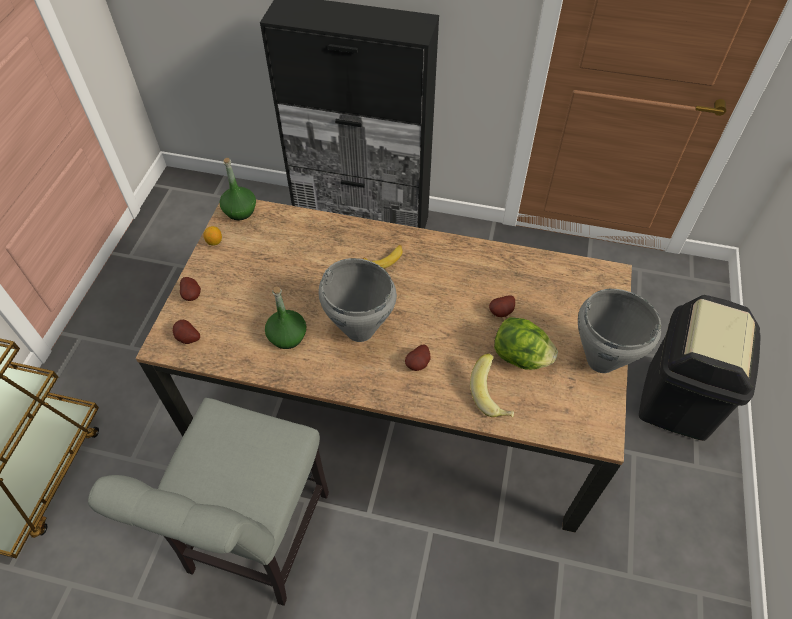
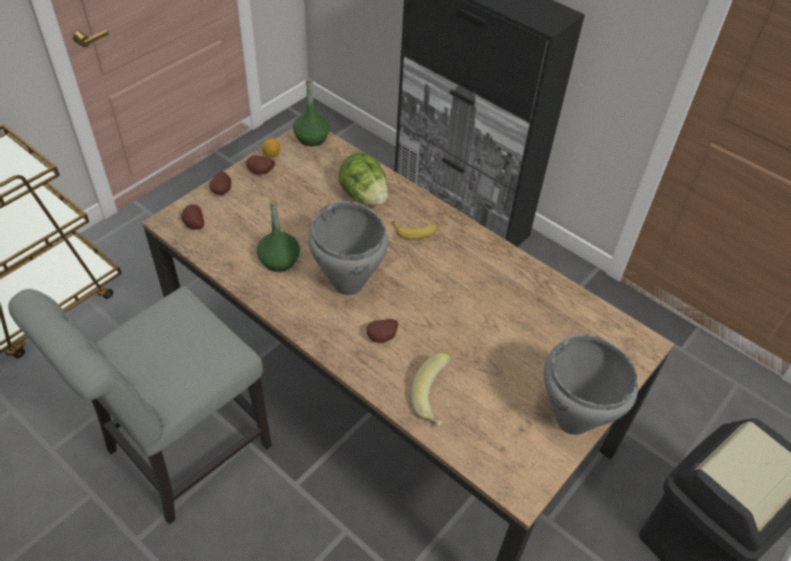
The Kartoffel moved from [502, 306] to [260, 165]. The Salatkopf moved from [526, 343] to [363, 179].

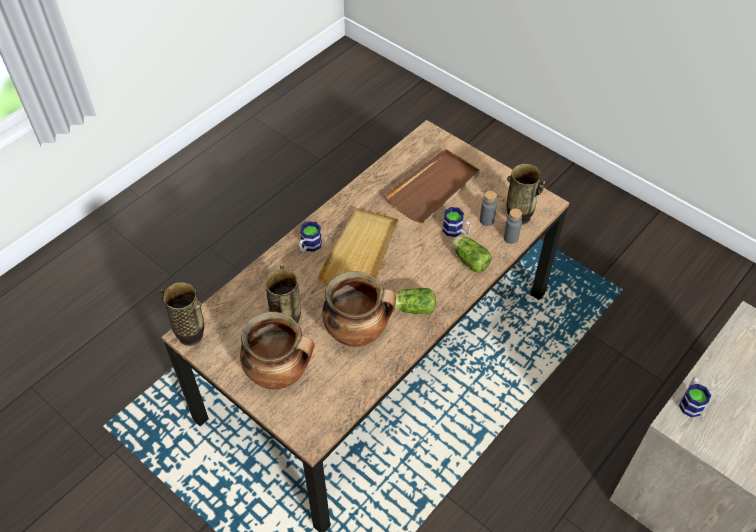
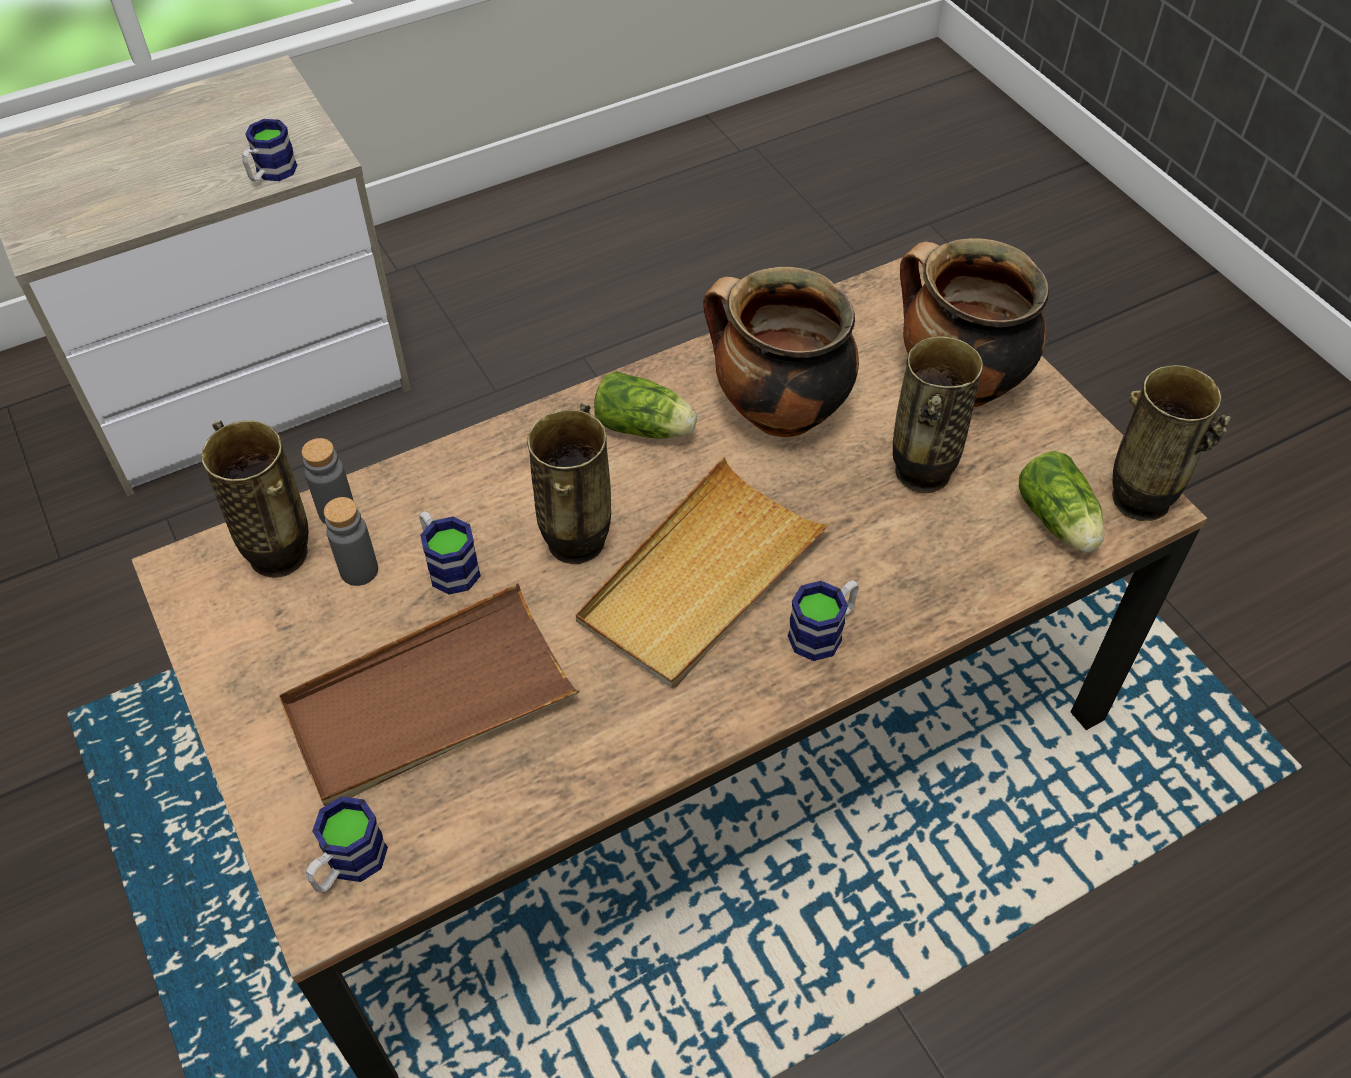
The Salatkopf moved from [472, 254] to [1062, 501]. The Henkelbecher at [347, 844] appeared. The Vase at [569, 483] appeared.

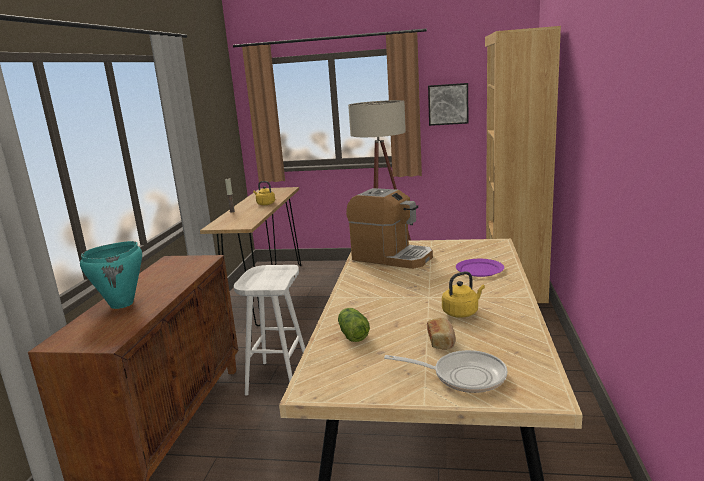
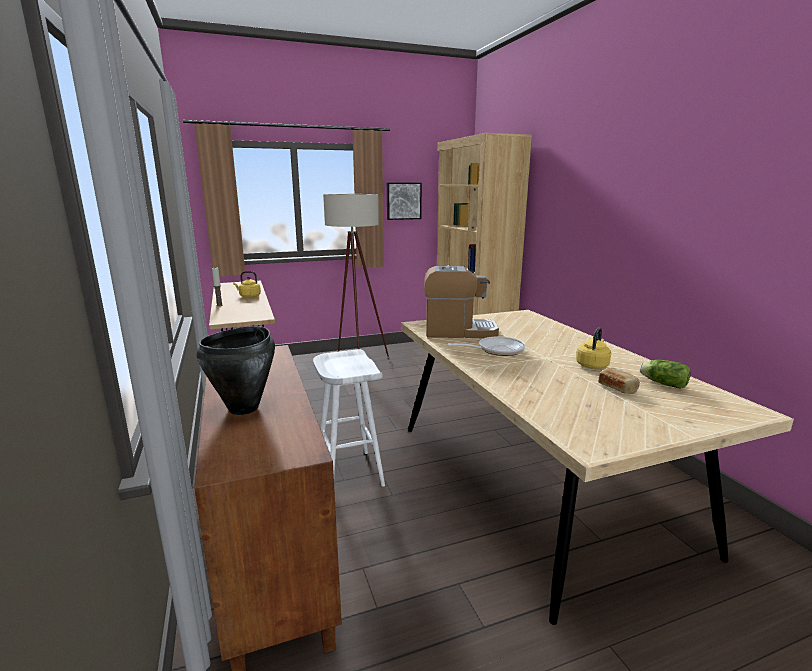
The Kochtopf (türkis) at [111, 275] became the Kochtopf (schwarz) at [236, 370]. The Salatkopf moved from [354, 325] to [665, 374]. The Pfanne moved from [445, 371] to [486, 346]. The Teller (lila) at [480, 268] disappeared.

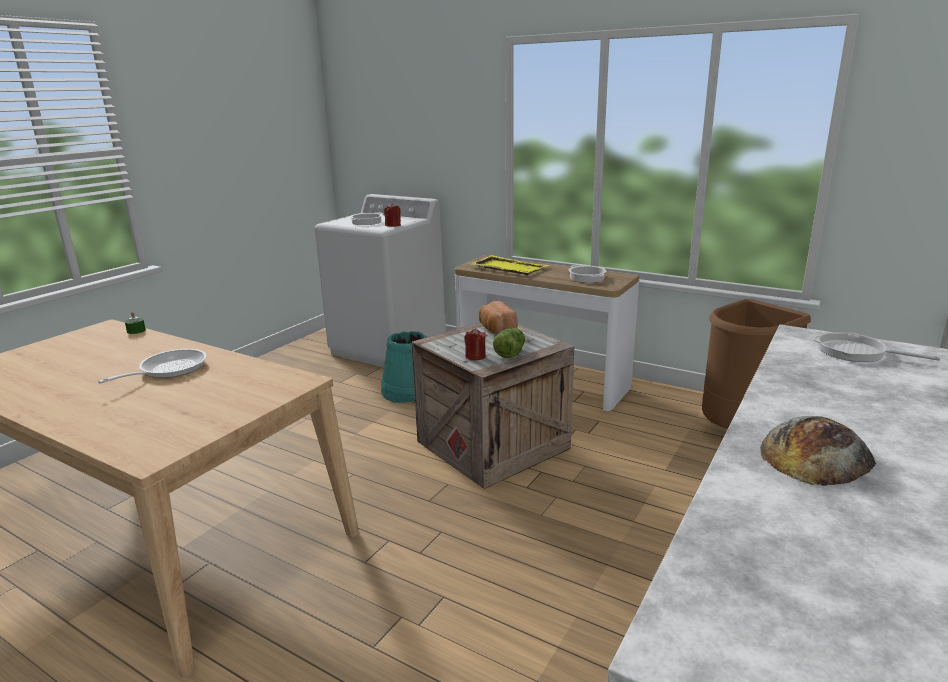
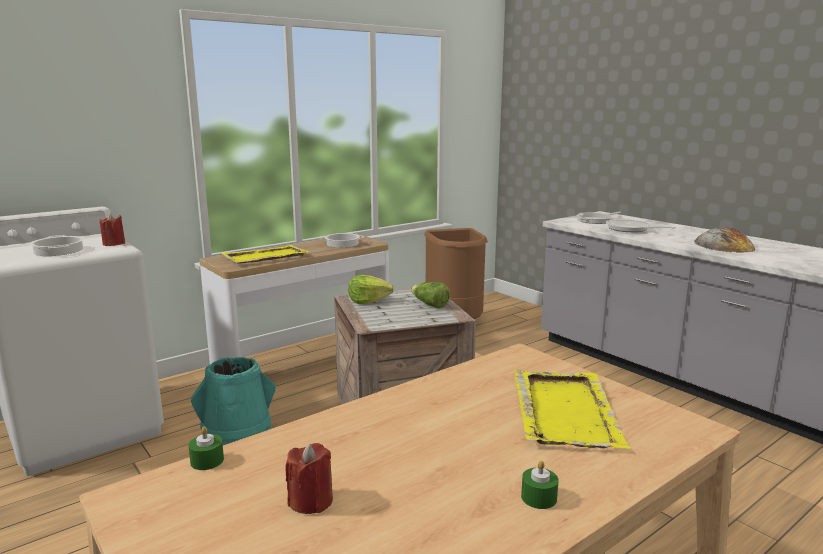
The Pfanne moved from [152, 366] to [641, 225]. The Kerze (rot) moved from [475, 344] to [309, 478]. The Brot at [498, 317] was replaced by the Salatkopf at [371, 289]. The Tablett (gelb) at [572, 409] appeared. The Kerze (grün) at [539, 485] appeared.

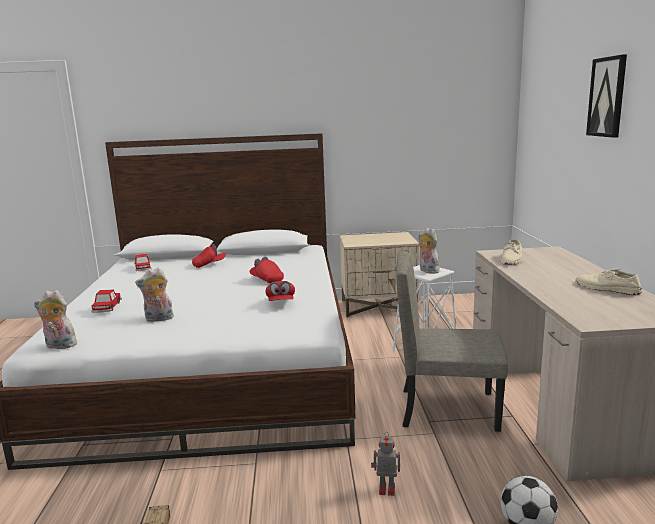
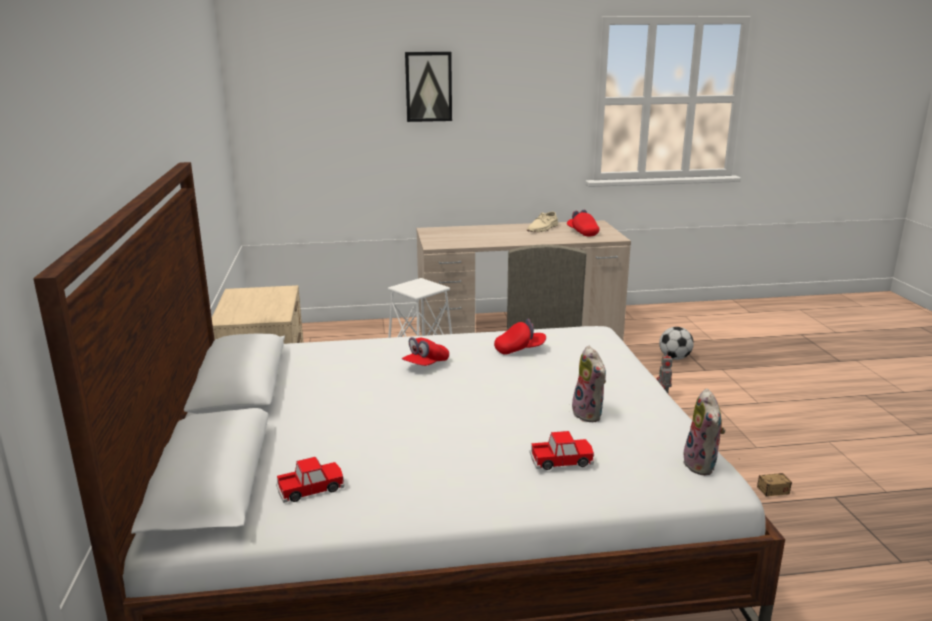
The Kappe (rot) moved from [209, 256] to [583, 223]. The Plüschtier at [429, 251] disappeared. The Schuh (beige) at [511, 252] disappeared.

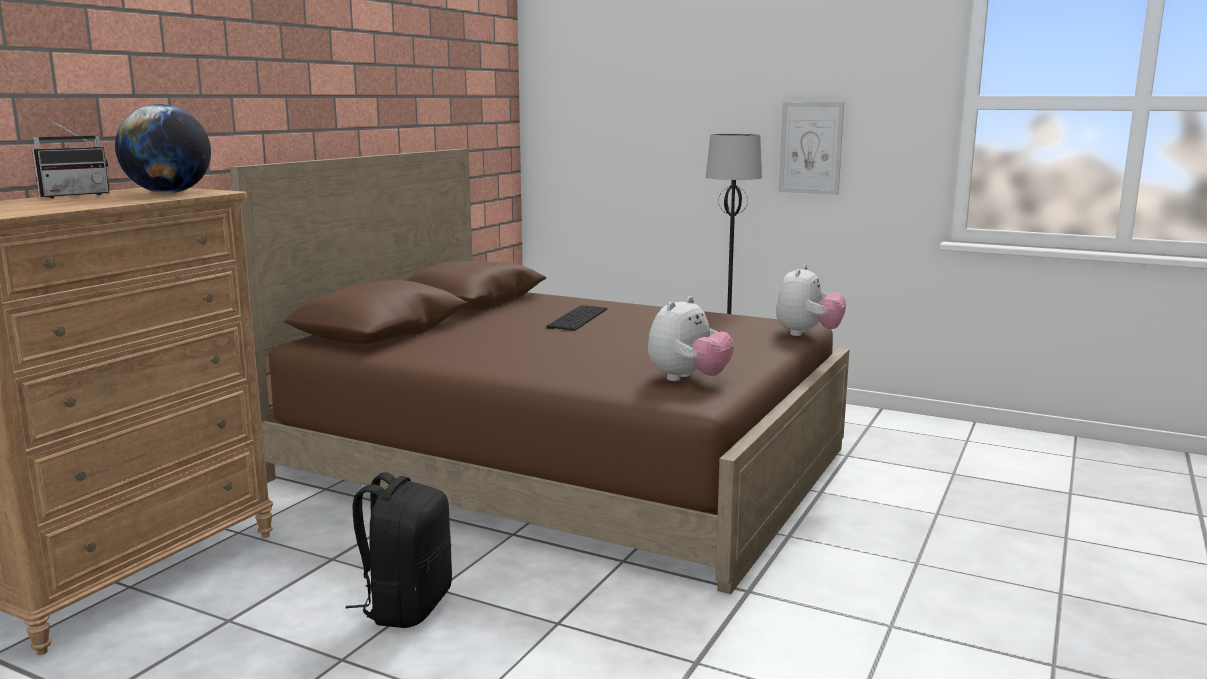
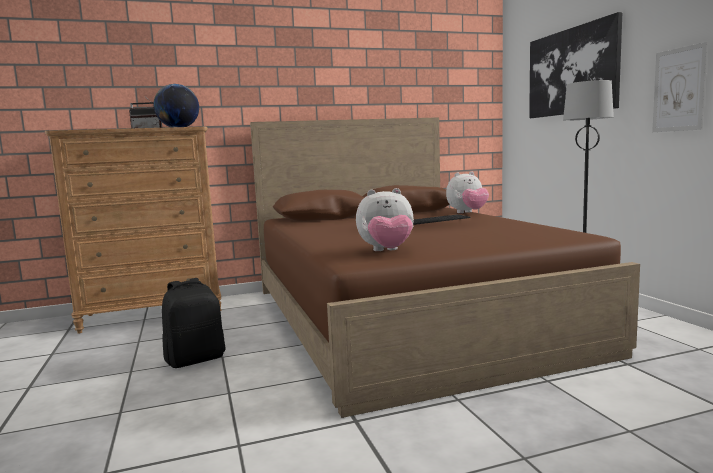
The Plüschtier moved from [811, 300] to [467, 192]. The Bild at [575, 65] appeared.

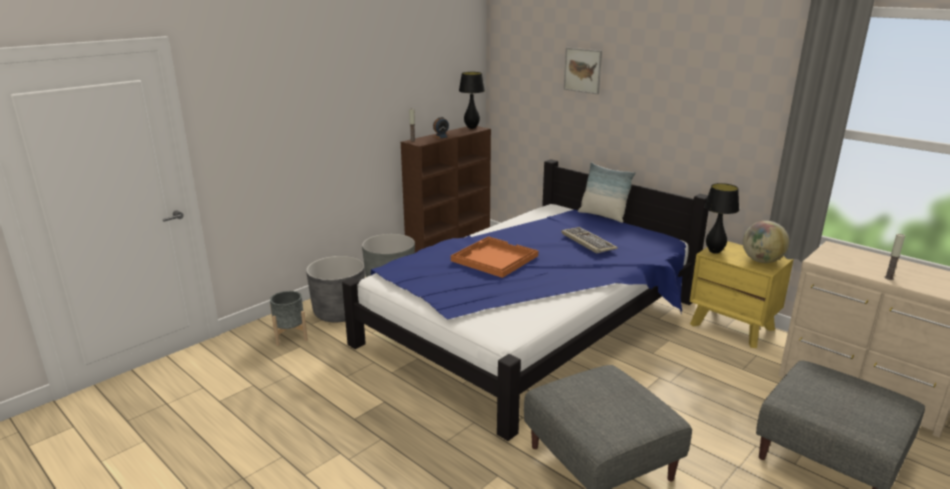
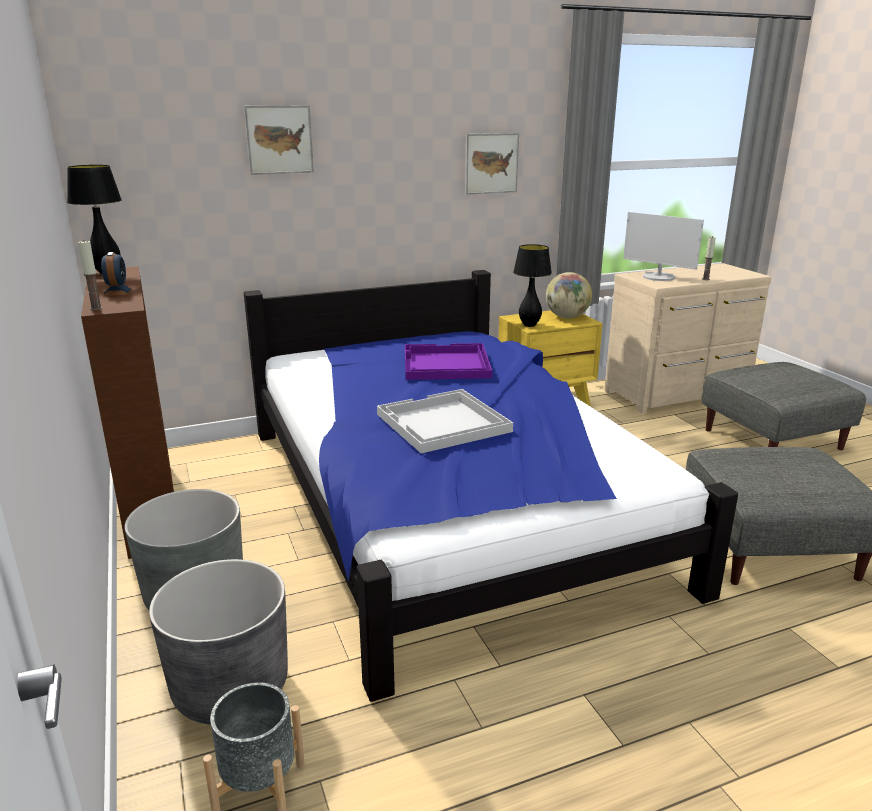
The Tablett (orange) at [494, 257] became the Tablett (weiß) at [445, 421]. The Tastatur at [589, 240] was replaced by the Tablett (lila) at [448, 361]. The Kissen at [607, 192] disappeared. The Bild at [492, 164] appeared. The Monitor at [663, 246] appeared.

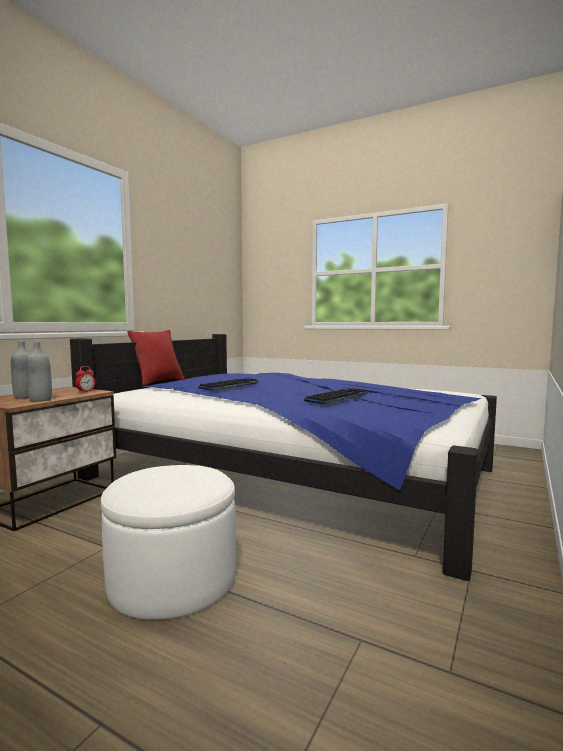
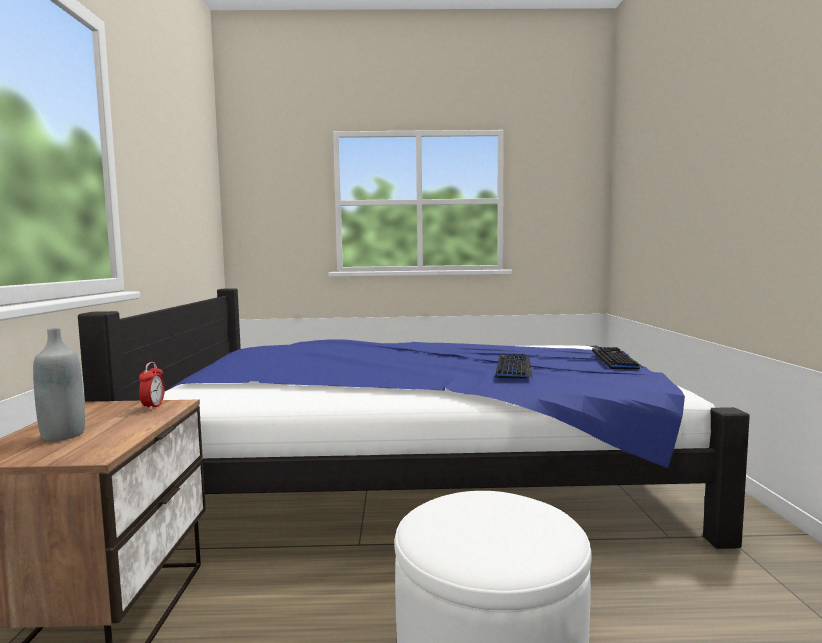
The Flasche (grau) at [39, 372] disappeared. The Kissen (rot) at [155, 358] disappeared. The Tastatur moved from [228, 384] to [618, 358].

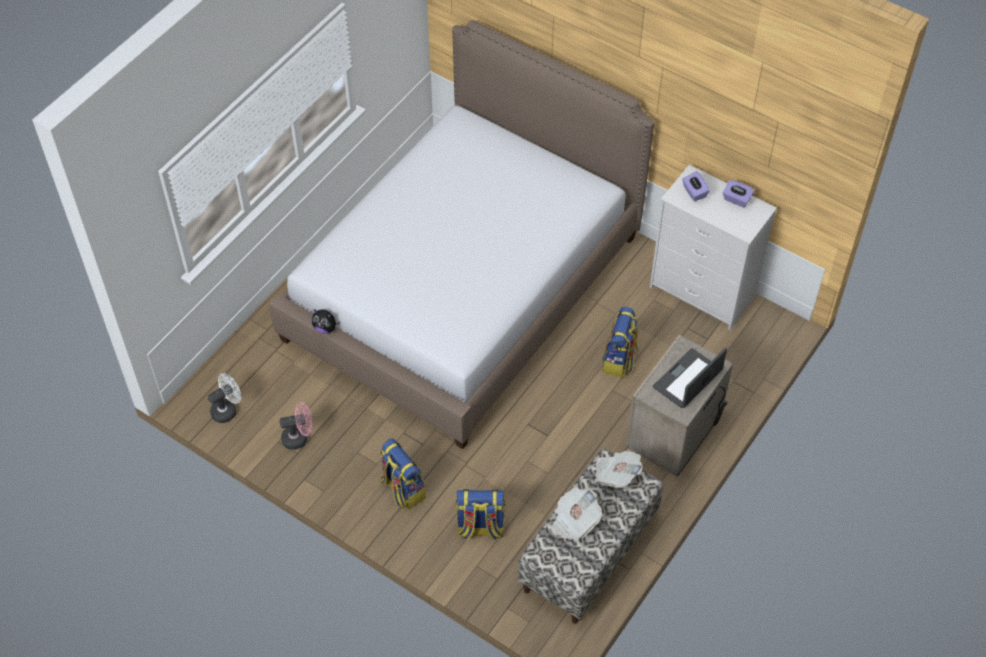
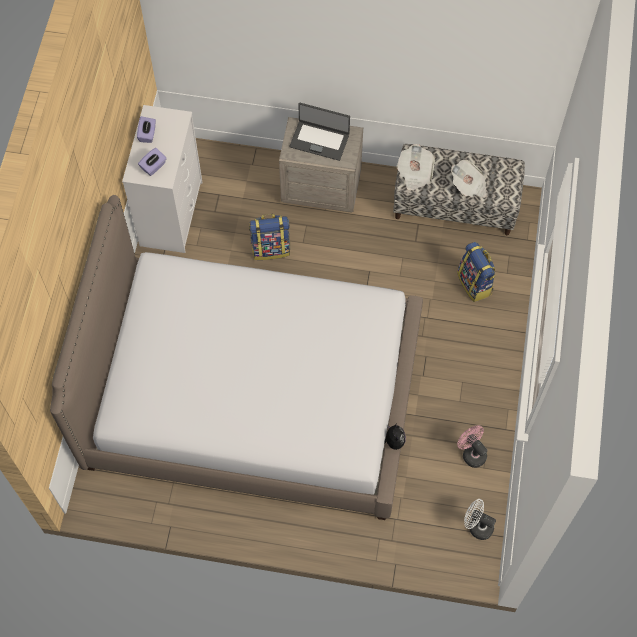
The Rucksack at [403, 474] disappeared.

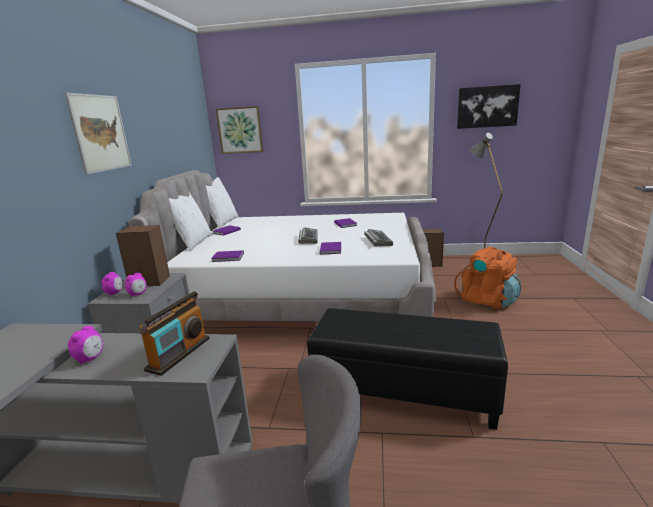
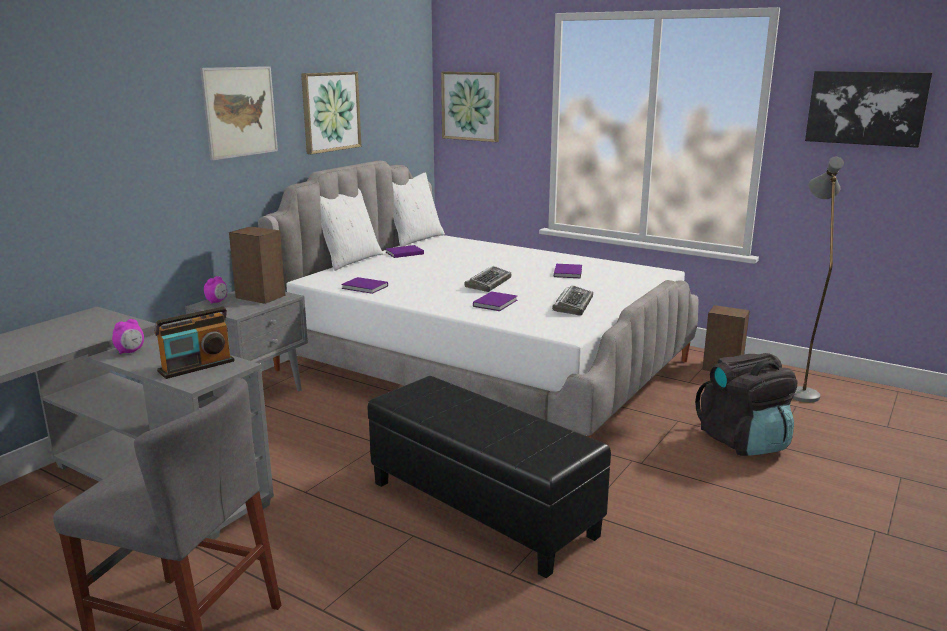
The Wecker at [136, 285] disappeared. The Rucksack (orange) at [487, 278] became the Rucksack (schwarz) at [746, 404]. The Bild at [331, 113] appeared.

